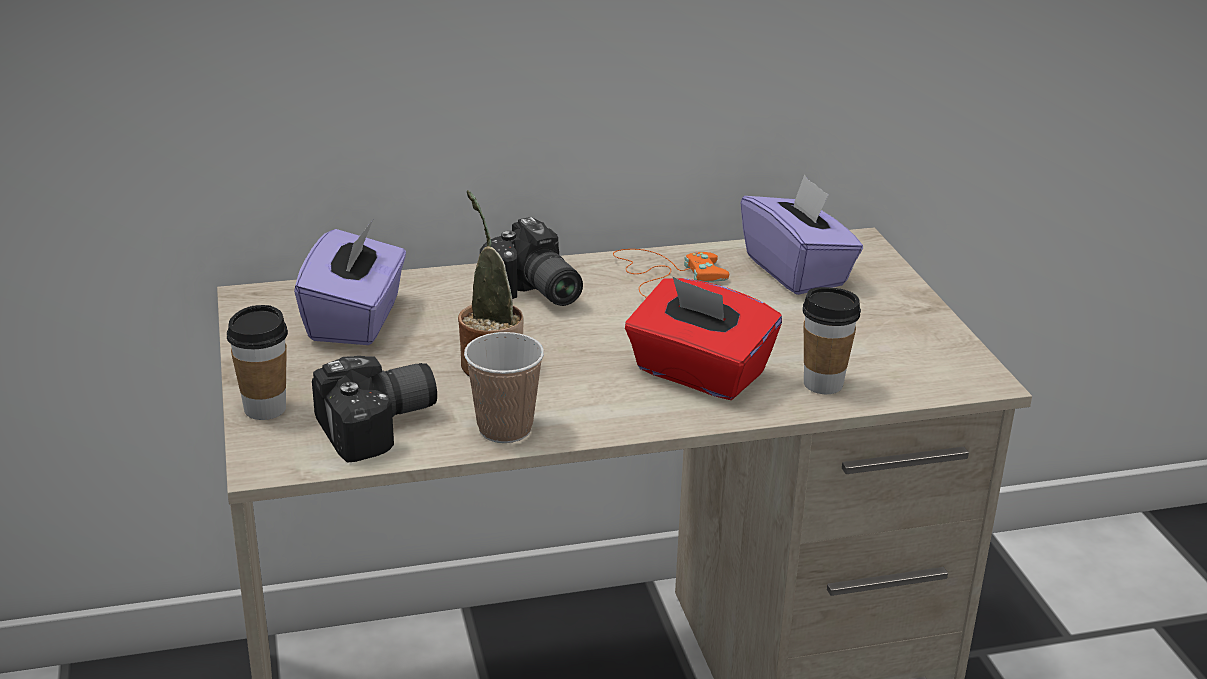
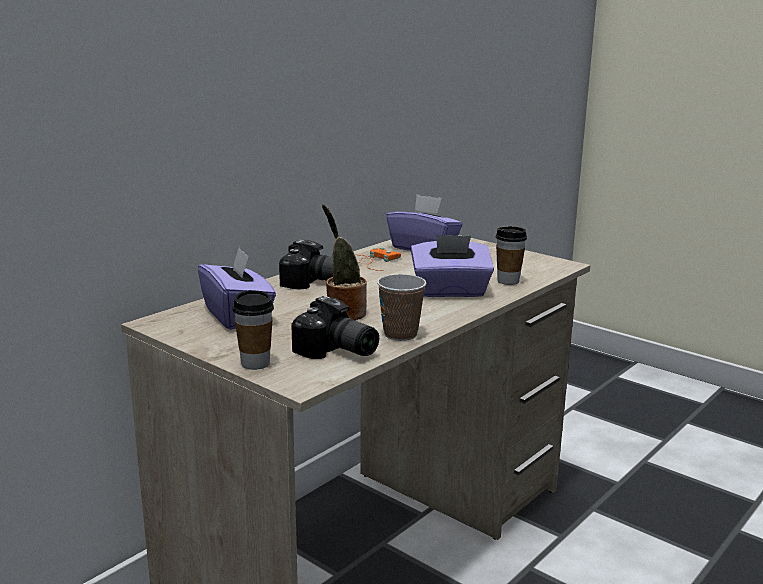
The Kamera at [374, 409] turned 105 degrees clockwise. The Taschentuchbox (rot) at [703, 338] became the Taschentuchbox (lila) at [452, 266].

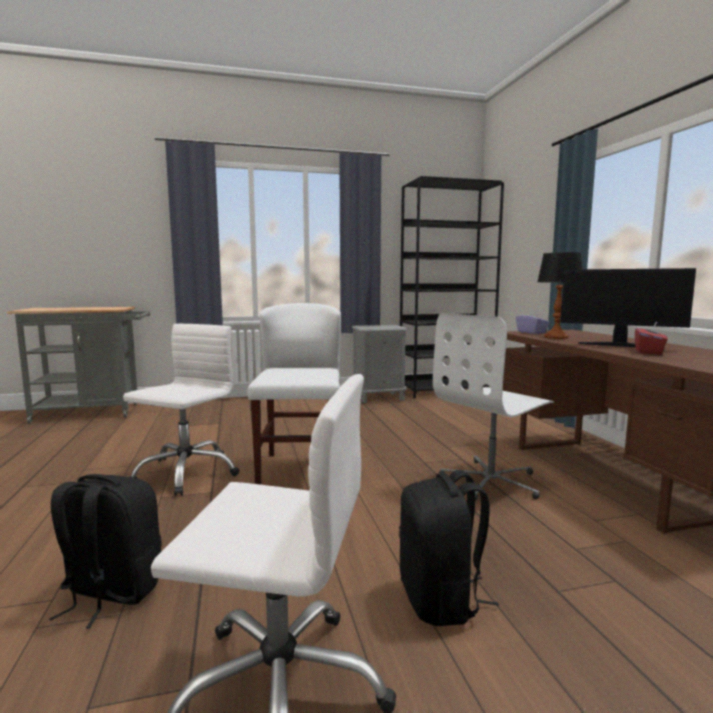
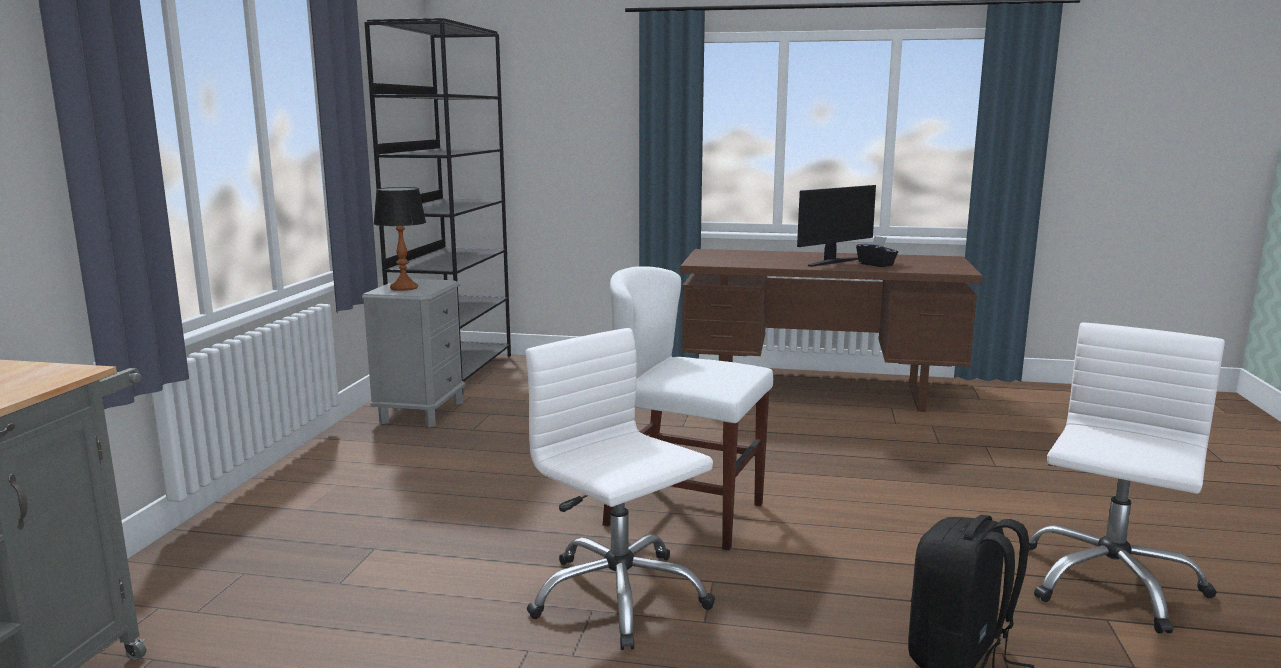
The Rucksack (schwarz) at [449, 548] disappeared. The Bürostuhl (weiß) at [493, 407] disappeared. The Taschentuchbox (lila) at [533, 322] disappeared. The Tischlampe moved from [560, 295] to [399, 239]. The Taschentuchbox (rot) at [651, 338] became the Taschentuchbox (schwarz) at [877, 251].

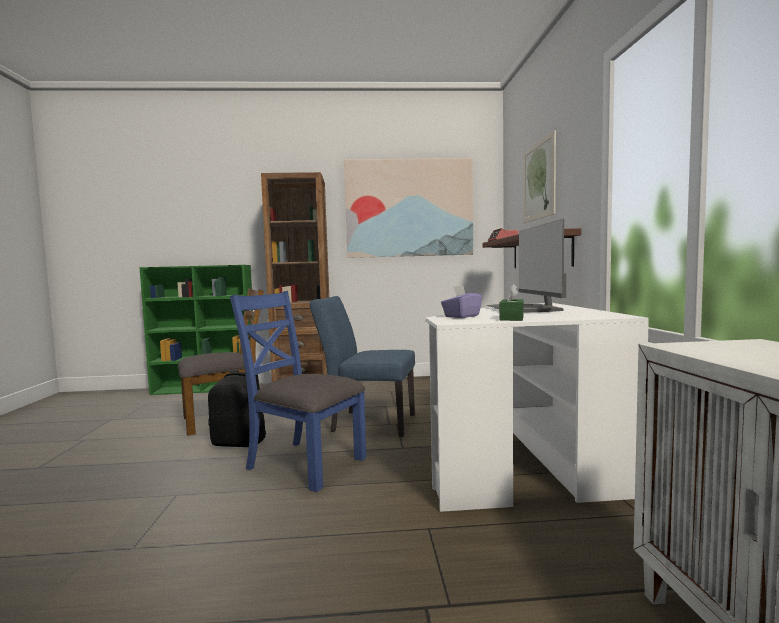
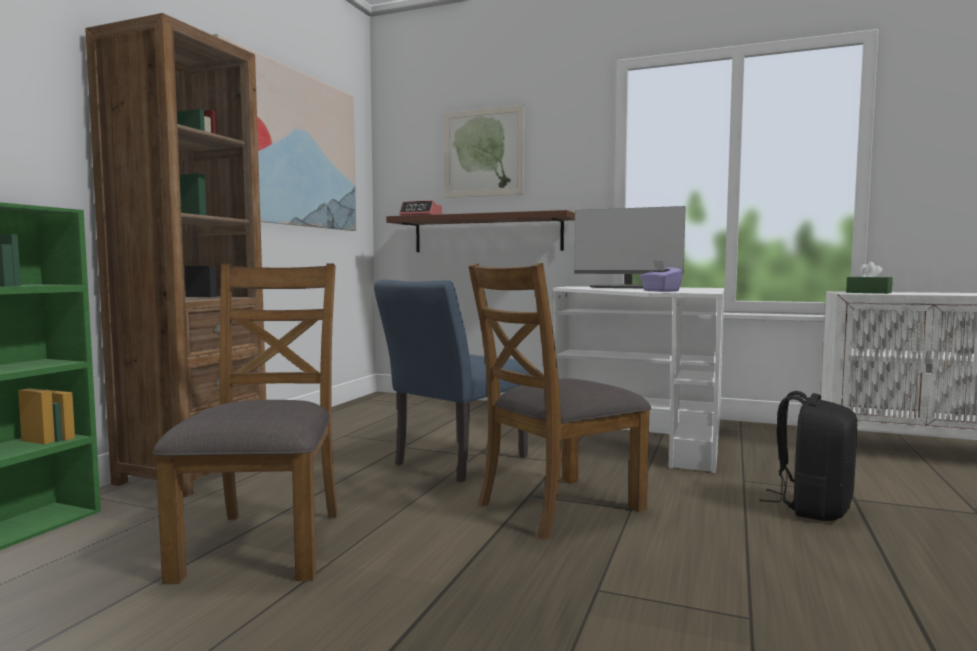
The Rucksack (schwarz) moved from [237, 408] to [808, 456]. The Stuhl (blau) at [298, 391] became the Stuhl (braun) at [559, 401]. The Taschentuchbox (grün) moved from [512, 302] to [869, 278].

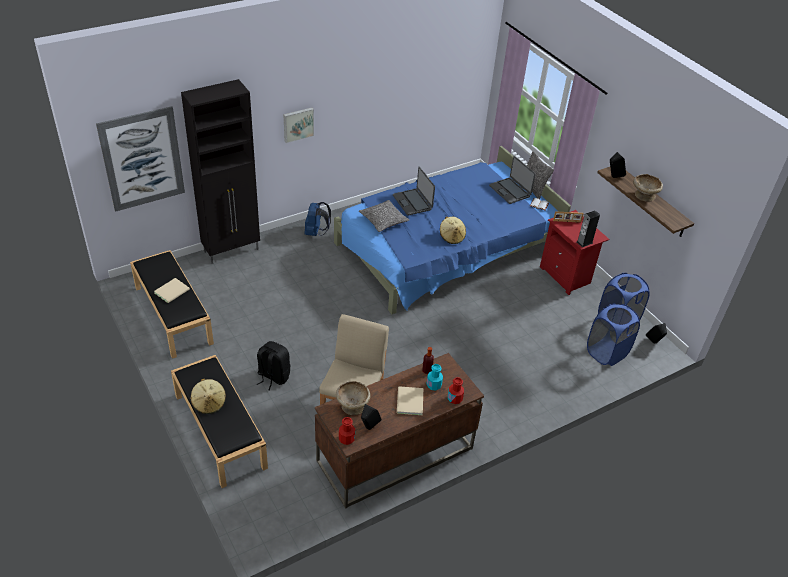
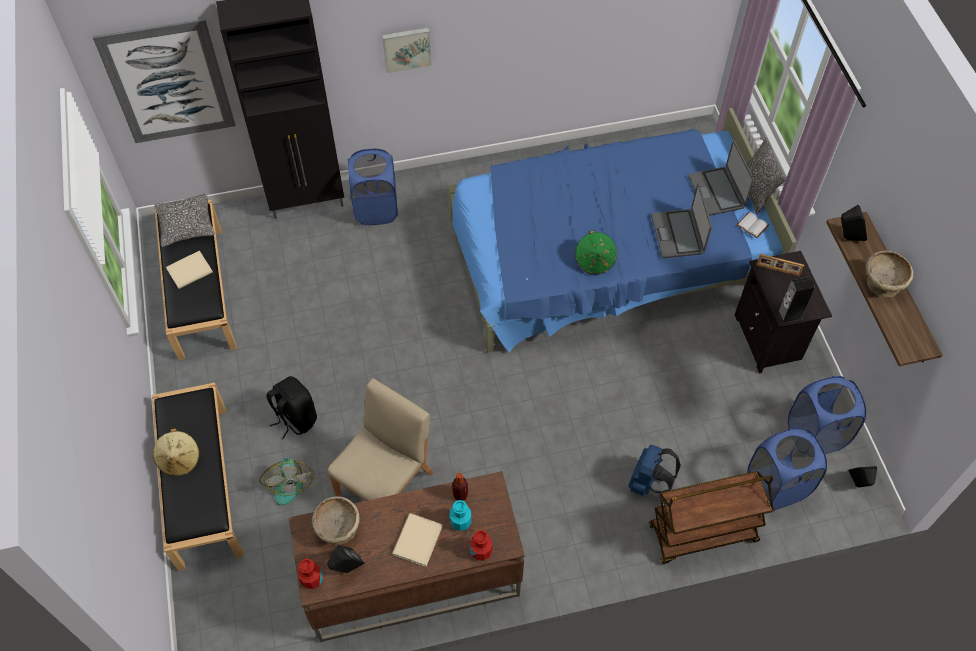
The Rucksack (blau) moved from [317, 219] to [654, 470]. The Kissen moved from [384, 216] to [184, 220]. The Laptop moved from [414, 191] to [681, 220]. The Hut (beige) at [453, 230] became the Hut (grün) at [596, 252]. The Nachttisch (rot) at [574, 252] became the Nachttisch (schwarz) at [783, 312]. The Ventilator at [286, 482] appeared. The Wäschekorb (blau) at [373, 186] appeared. The Rollwagen (braun) at [711, 517] appeared.

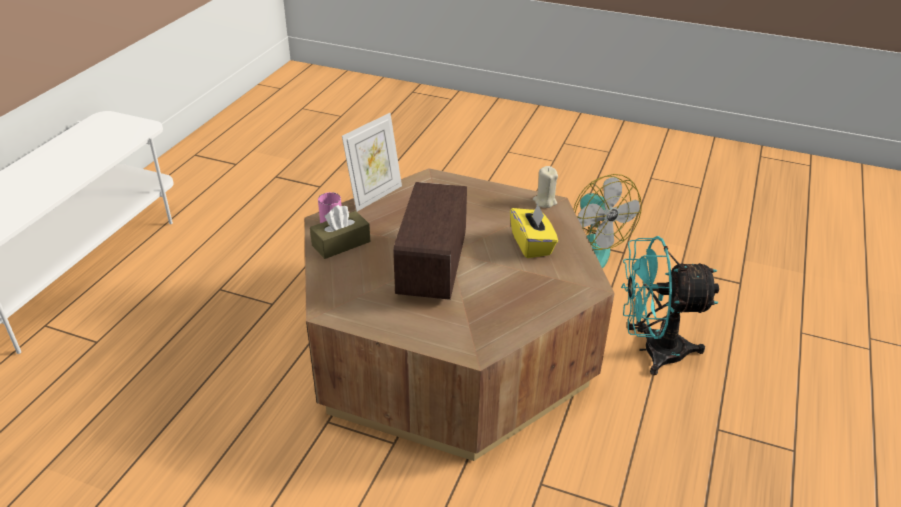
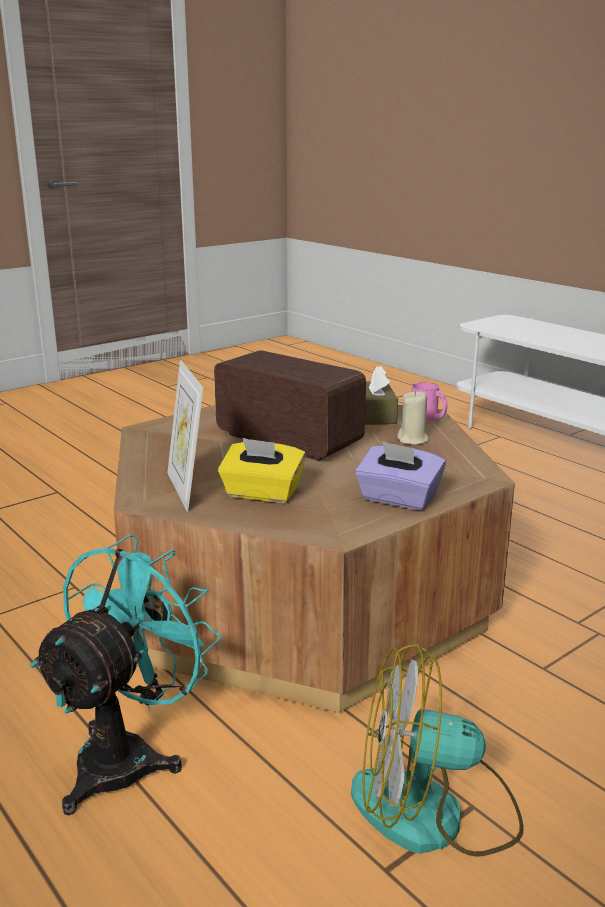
The Bilderrahmen moved from [372, 162] to [185, 436]. The Kerze (beige) moved from [545, 187] to [414, 417]. The Taschentuchbox (lila) at [400, 475] appeared.

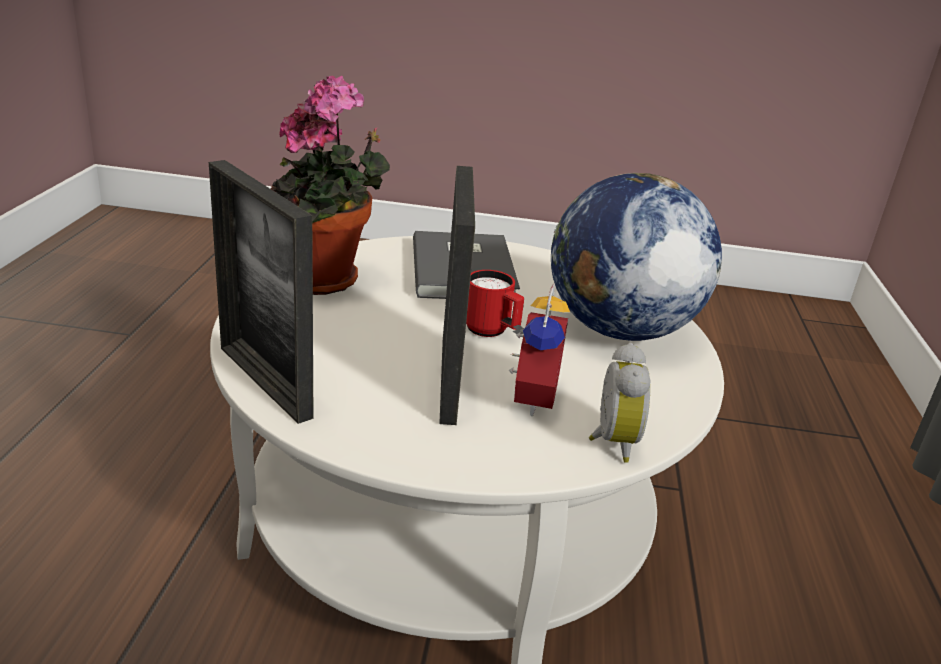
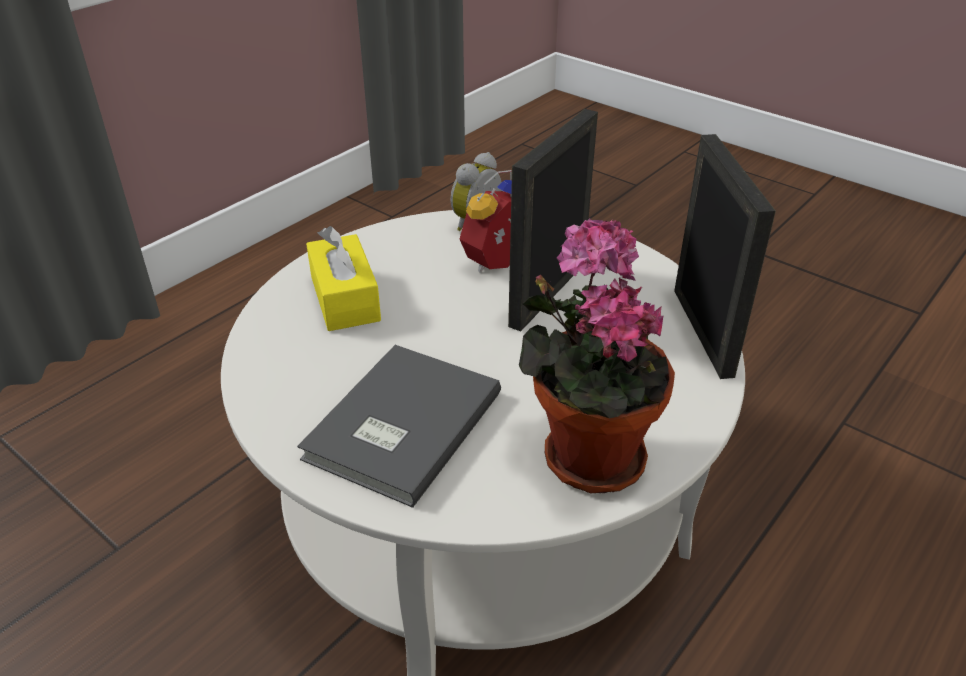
The Henkelbecher (rot) at [495, 303] disappeared. The Globus at [636, 257] was replaced by the Taschentuchbox (gelb) at [343, 278].

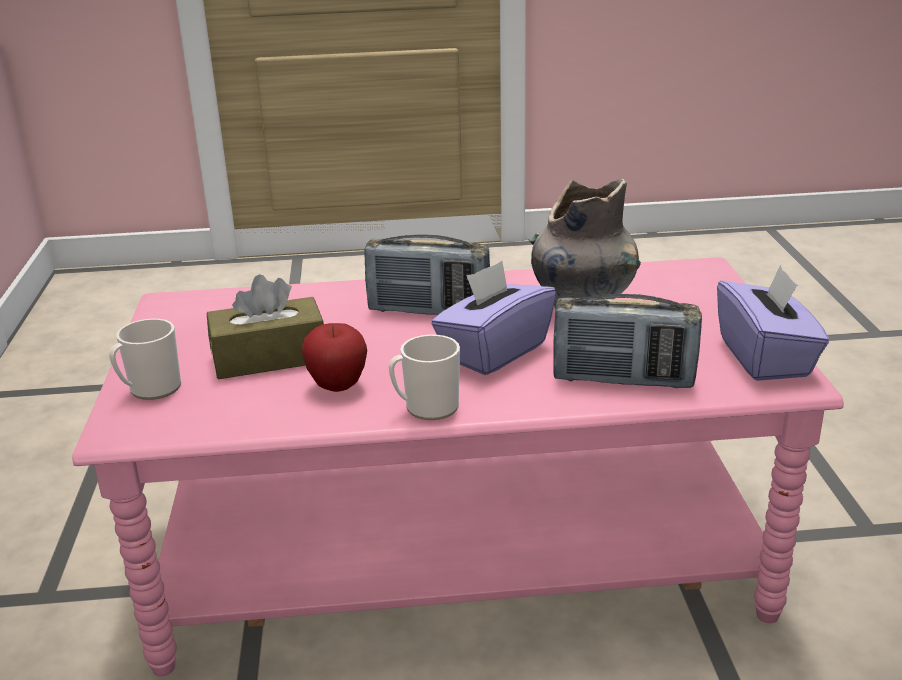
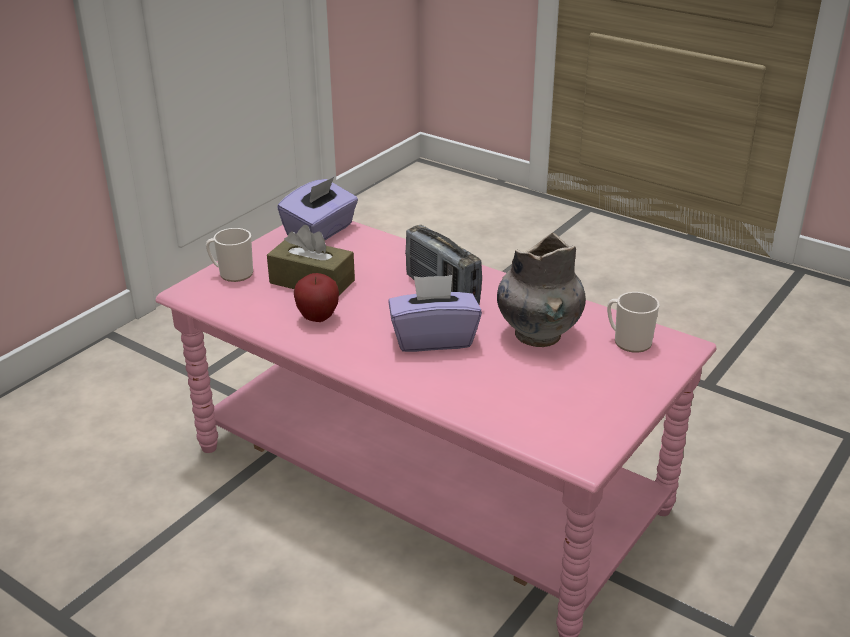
The Henkelbecher moved from [424, 377] to [633, 322]. The Radio at [627, 341] disappeared. The Taschentuchbox (lila) moved from [773, 323] to [317, 208].

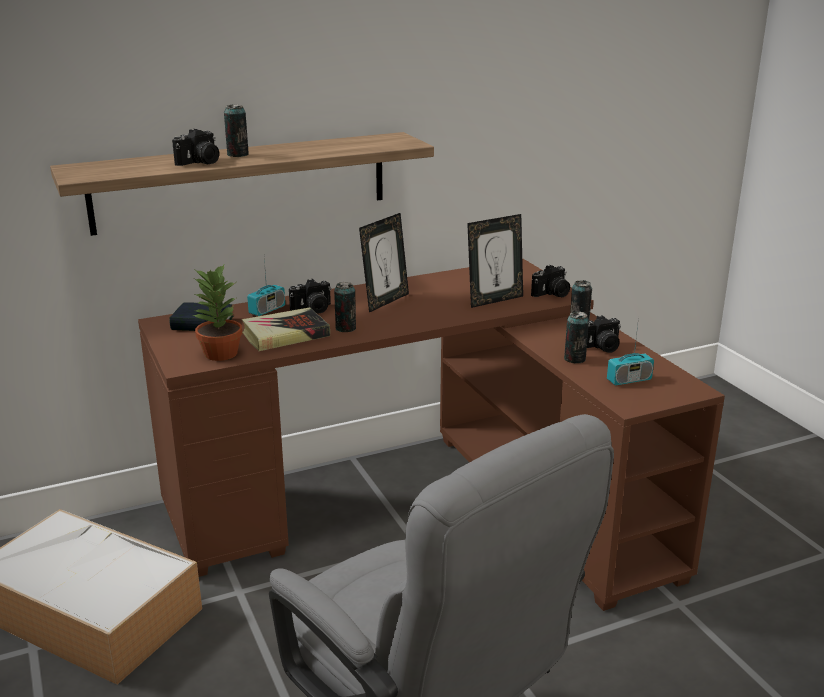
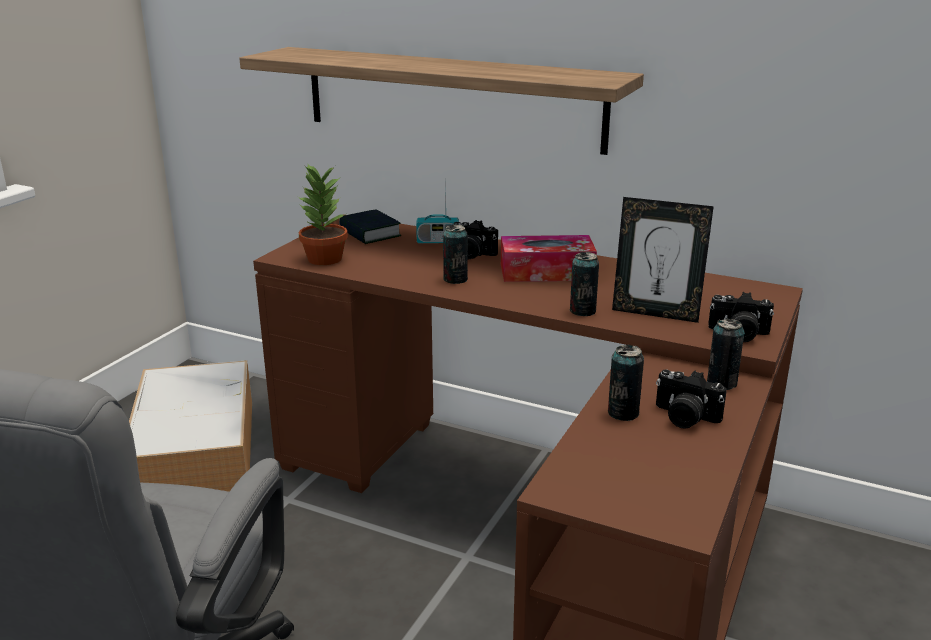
The Kamera at [195, 147] disappeared. The Dose moved from [236, 130] to [584, 284]. The Buch at [286, 329] disappeared. The Bilderrahmen at [384, 263] was replaced by the Taschentuchbox at [549, 258]. The Radio at [630, 351] disappeared.

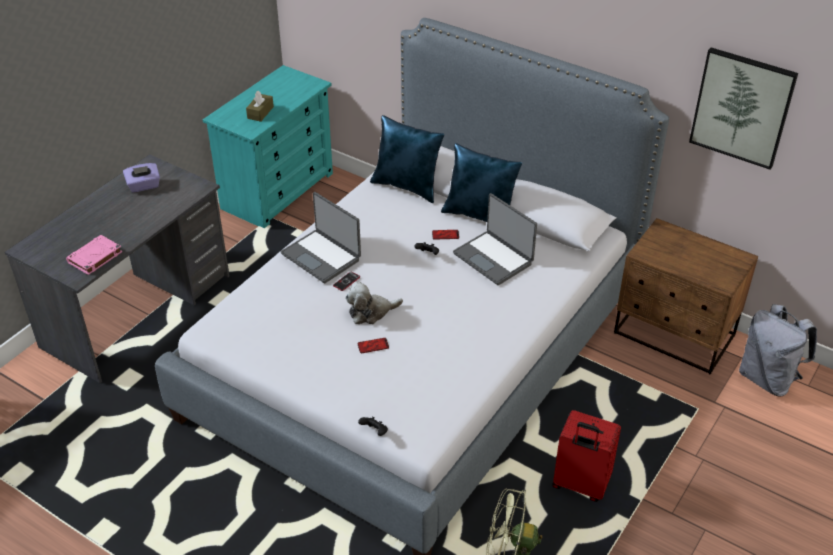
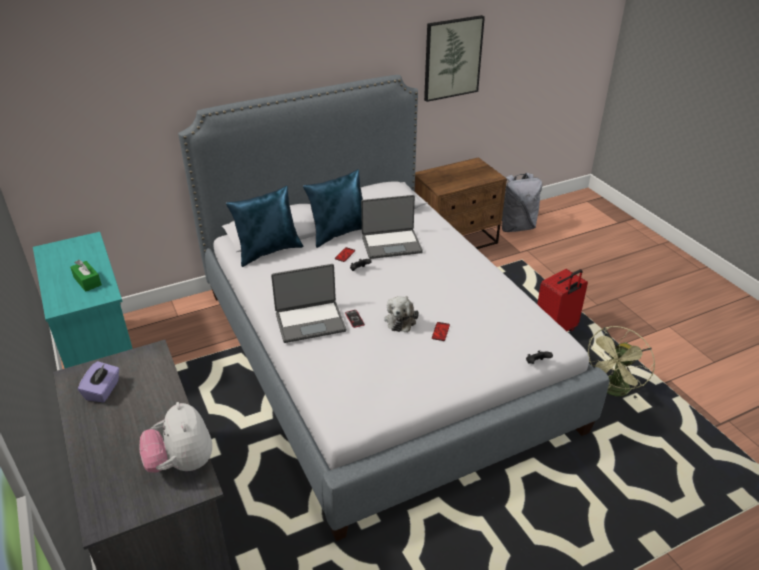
The Buch (rosa) at [94, 255] was replaced by the Plüschtier at [175, 437]. The Taschentuchbox (braun) at [260, 106] became the Taschentuchbox (grün) at [86, 276].

